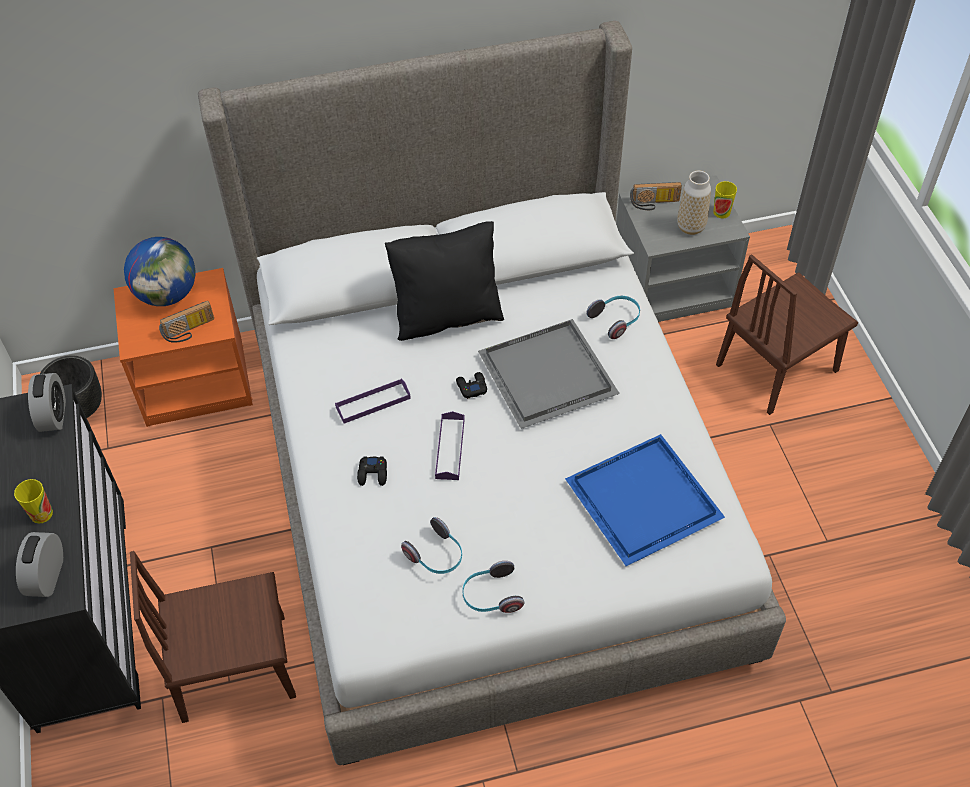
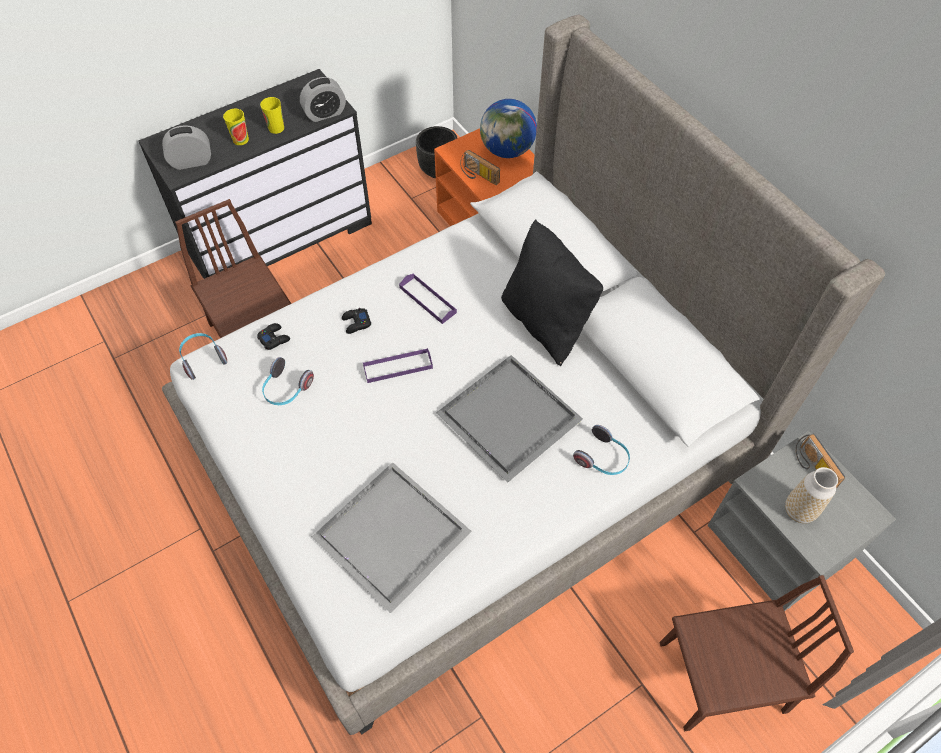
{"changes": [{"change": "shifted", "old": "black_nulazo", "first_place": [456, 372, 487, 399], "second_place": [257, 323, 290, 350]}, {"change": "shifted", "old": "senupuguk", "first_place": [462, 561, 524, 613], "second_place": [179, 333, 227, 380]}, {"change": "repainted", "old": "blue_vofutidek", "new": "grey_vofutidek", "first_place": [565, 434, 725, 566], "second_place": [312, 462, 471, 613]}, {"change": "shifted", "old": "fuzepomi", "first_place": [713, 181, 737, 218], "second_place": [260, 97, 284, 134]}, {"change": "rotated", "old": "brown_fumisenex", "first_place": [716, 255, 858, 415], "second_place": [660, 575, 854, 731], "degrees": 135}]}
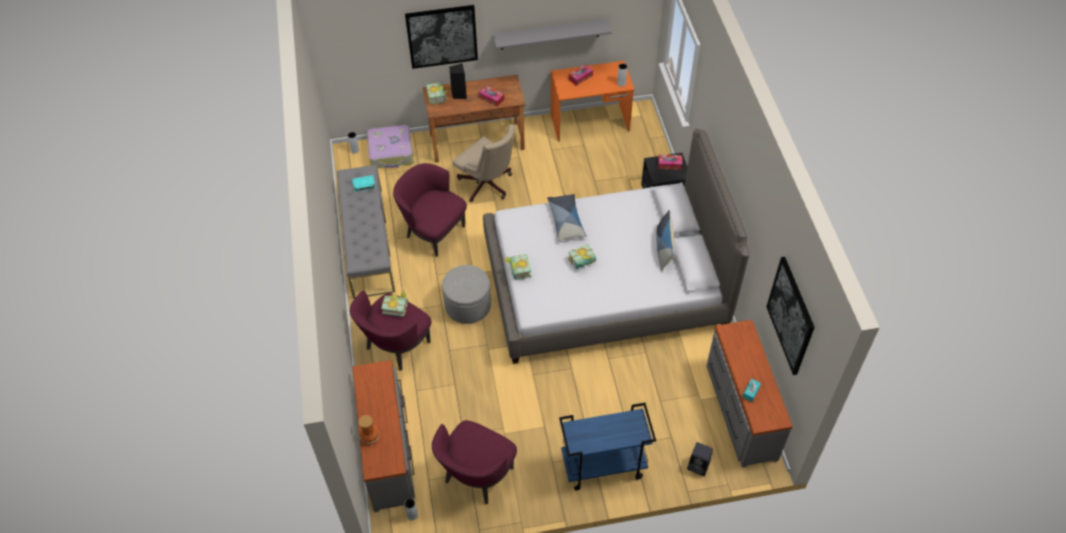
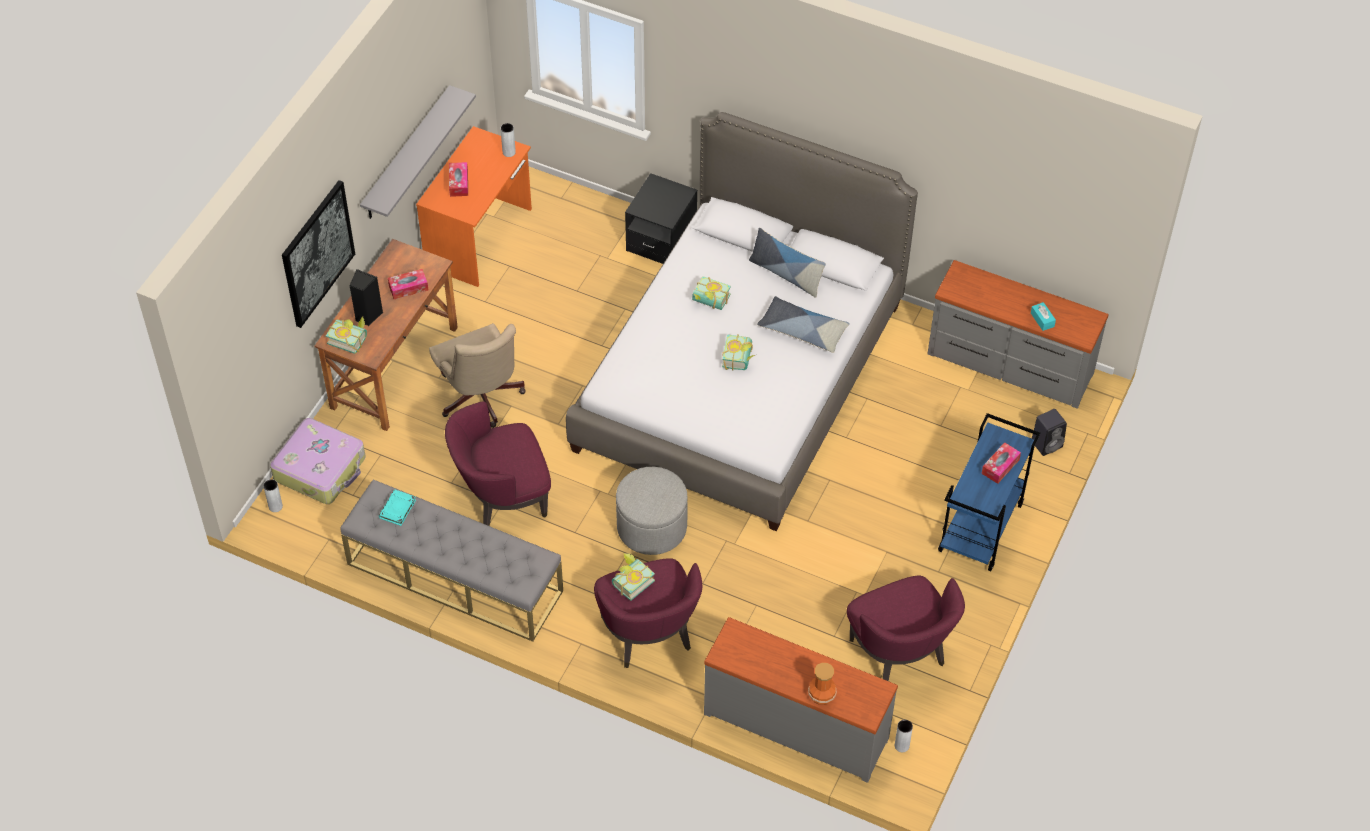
{"changes": [{"change": "rotated", "old": "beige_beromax", "first_place": [452, 124, 516, 202], "second_place": [429, 323, 526, 428], "degrees": 75}, {"change": "shifted", "old": "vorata", "first_place": [505, 254, 531, 280], "second_place": [692, 276, 731, 310]}, {"change": "shifted", "old": "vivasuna", "first_place": [547, 194, 587, 241], "second_place": [757, 296, 850, 353]}, {"change": "shifted", "old": "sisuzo", "first_place": [658, 155, 682, 170], "second_place": [982, 442, 1021, 484]}, {"change": "gone", "old": "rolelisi", "first_place": [766, 257, 815, 375]}]}
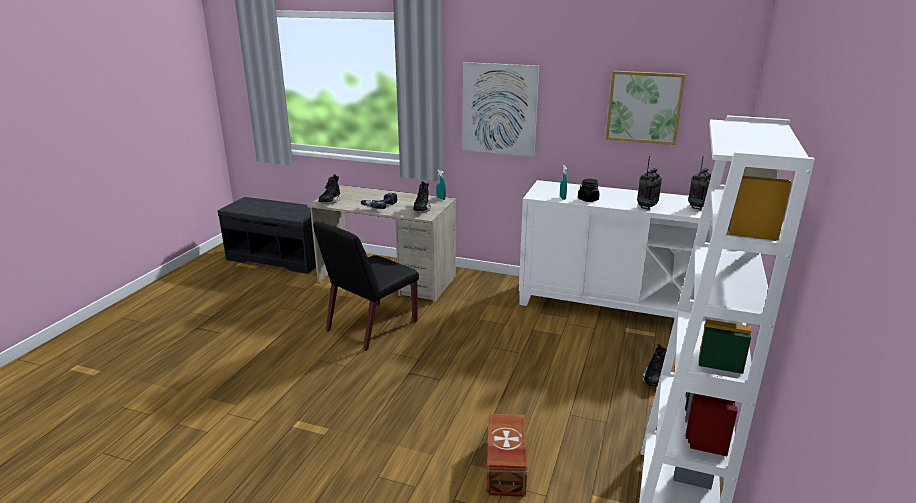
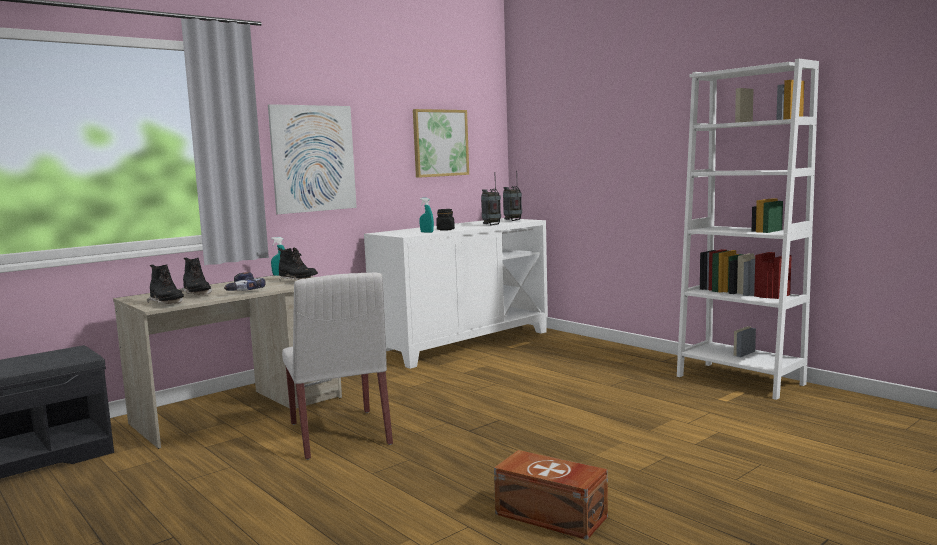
{"changes": [{"change": "repainted", "old": "black_fumisenex", "new": "white_fumisenex", "first_place": [313, 222, 419, 351], "second_place": [282, 272, 393, 460]}, {"change": "shifted", "old": "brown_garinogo", "first_place": [487, 414, 528, 497], "second_place": [494, 450, 608, 540]}, {"change": "shifted", "old": "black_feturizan", "first_place": [642, 344, 667, 387], "second_place": [179, 258, 212, 295]}]}
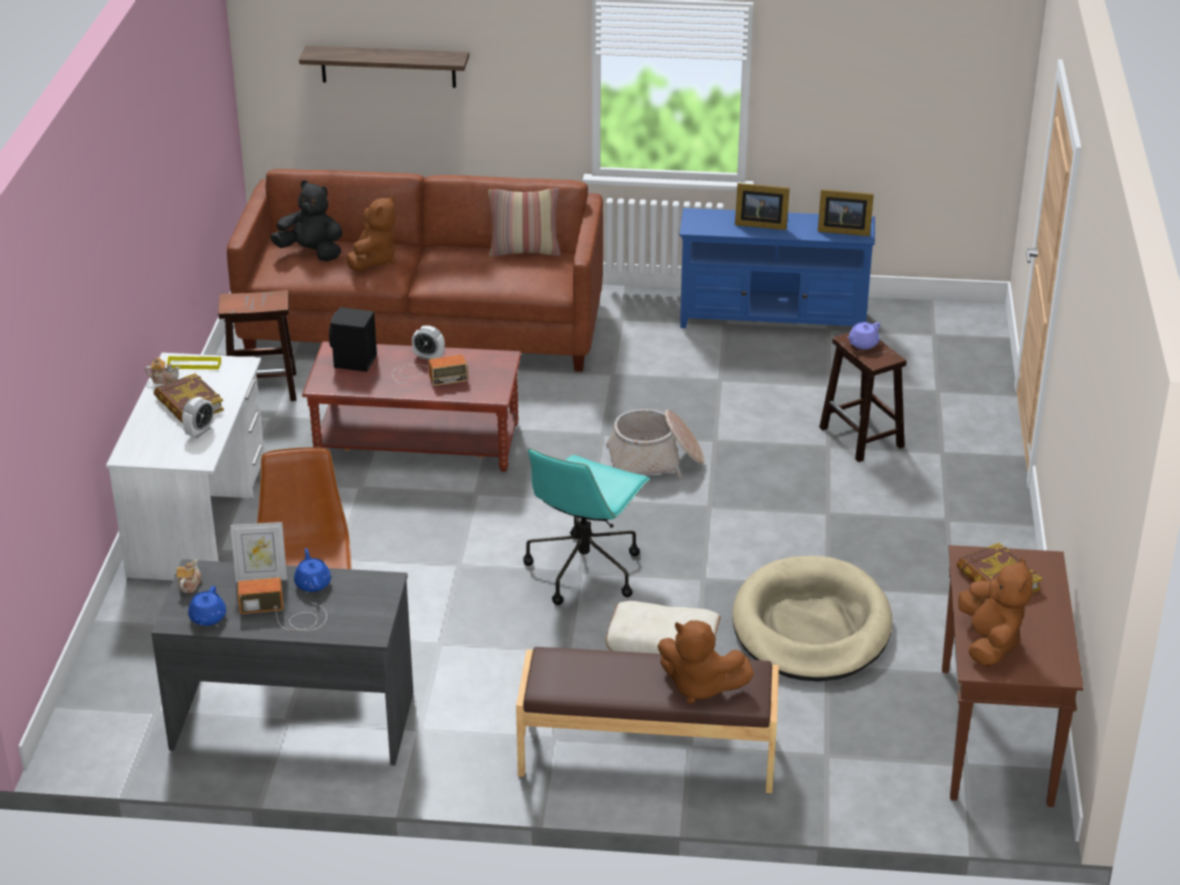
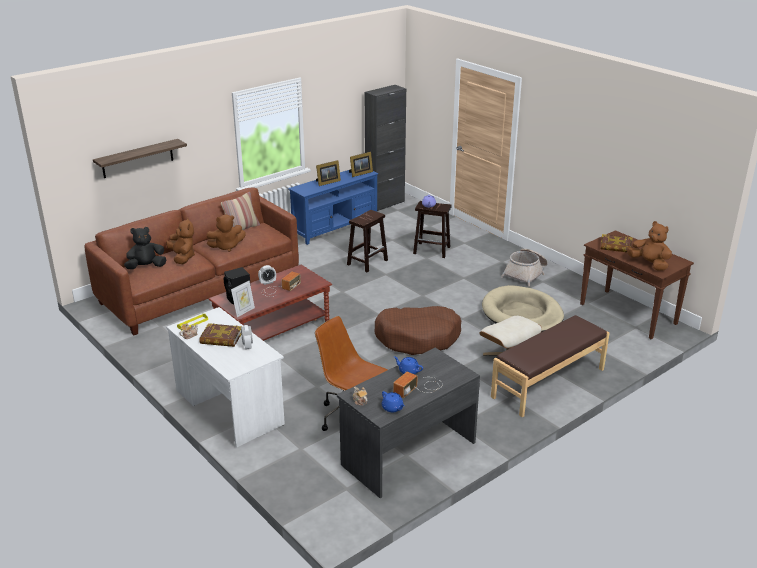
{"changes": [{"change": "shifted", "old": "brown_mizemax", "first_place": [218, 290, 296, 401], "second_place": [347, 210, 388, 272]}, {"change": "shifted", "old": "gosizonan", "first_place": [230, 522, 287, 582], "second_place": [231, 281, 255, 317]}, {"change": "swapped", "old": "turquoise_beromax", "new": "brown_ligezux", "first_place": [523, 448, 650, 605], "second_place": [375, 306, 461, 355]}, {"change": "shifted", "old": "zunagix", "first_place": [606, 409, 705, 478], "second_place": [501, 249, 548, 287]}, {"change": "shifted", "old": "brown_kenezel", "first_place": [658, 620, 754, 704], "second_place": [206, 214, 246, 252]}, {"change": "new", "new": "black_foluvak", "second_place": [365, 85, 406, 211]}]}
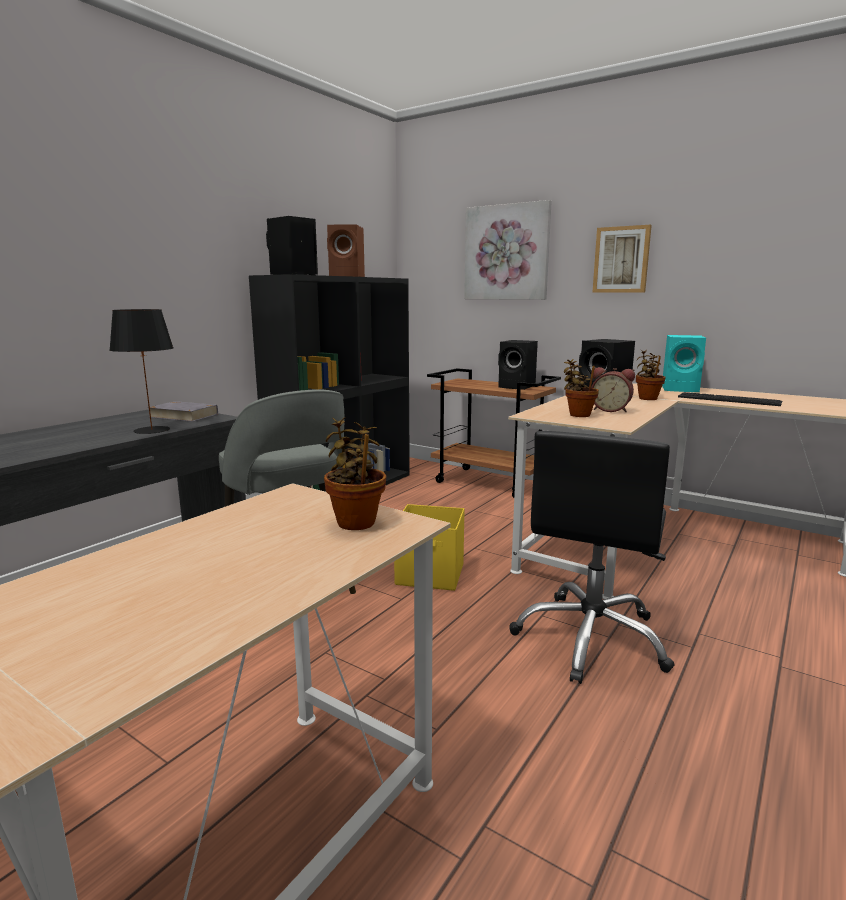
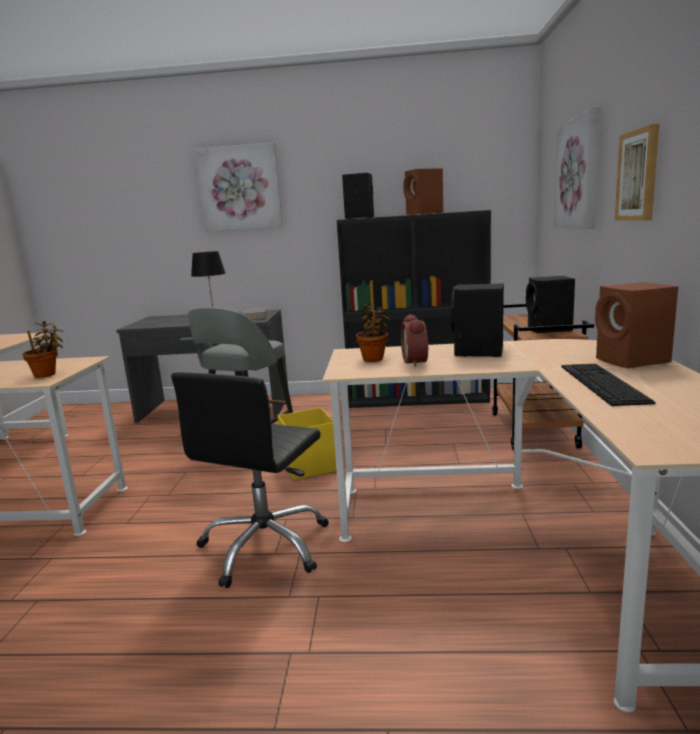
{"changes": [{"change": "rotated", "old": "black_beromax", "first_place": [510, 431, 675, 684], "second_place": [171, 372, 329, 588], "degrees": -60}, {"change": "gone", "old": "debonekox", "first_place": [636, 350, 666, 400]}, {"change": "repainted", "old": "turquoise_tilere", "new": "brown_tilere", "first_place": [662, 335, 706, 392], "second_place": [595, 282, 678, 368]}, {"change": "new", "new": "rolelisi", "second_place": [195, 142, 283, 232]}]}
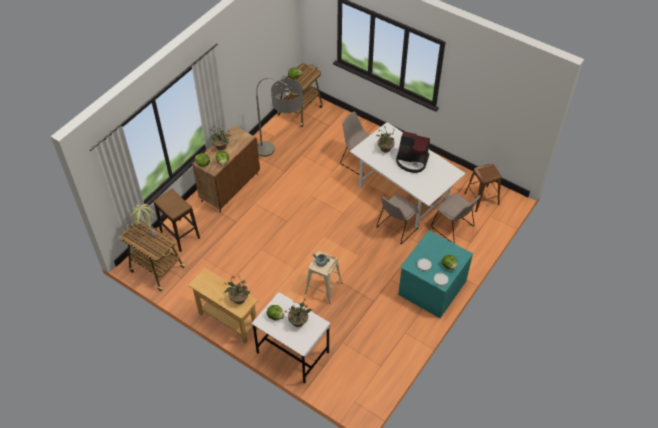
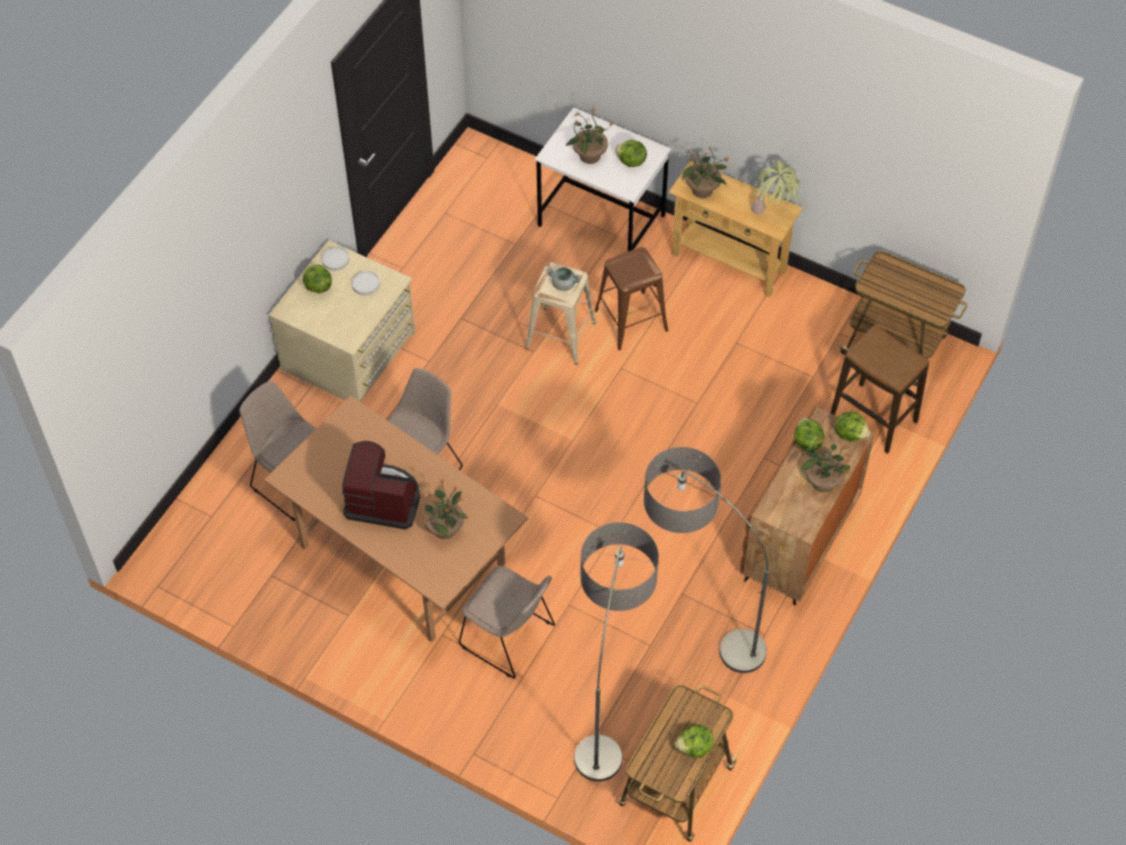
{"changes": [{"change": "shifted", "old": "debonekox", "first_place": [131, 204, 157, 237], "second_place": [751, 159, 800, 215]}, {"change": "repainted", "old": "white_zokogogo", "new": "brown_zokogogo", "first_place": [350, 122, 466, 228], "second_place": [264, 396, 528, 642]}, {"change": "repainted", "old": "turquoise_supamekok", "new": "beige_supamekok", "first_place": [398, 231, 473, 318], "second_place": [269, 240, 415, 402]}, {"change": "shifted", "old": "brown_mizemax", "first_place": [464, 163, 502, 212], "second_place": [595, 247, 668, 350]}, {"change": "new", "new": "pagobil", "second_place": [574, 522, 659, 781]}]}
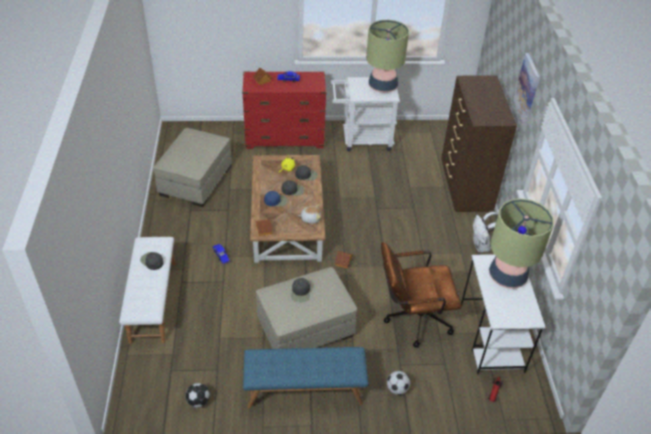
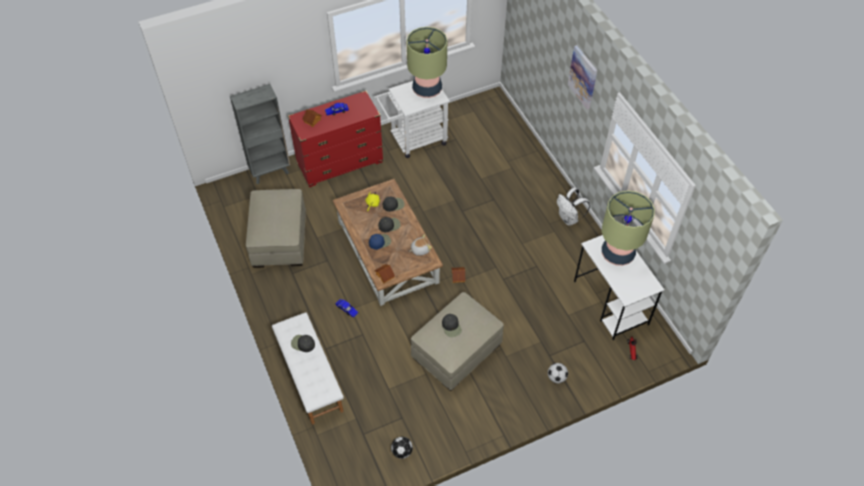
{"changes": [{"change": "gone", "old": "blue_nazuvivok", "first_place": [243, 347, 368, 409]}, {"change": "gone", "old": "brown_beromax", "first_place": [381, 242, 462, 348]}, {"change": "gone", "old": "brown_supamekok", "first_place": [441, 76, 517, 212]}, {"change": "new", "new": "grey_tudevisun", "second_place": [230, 84, 290, 184]}]}
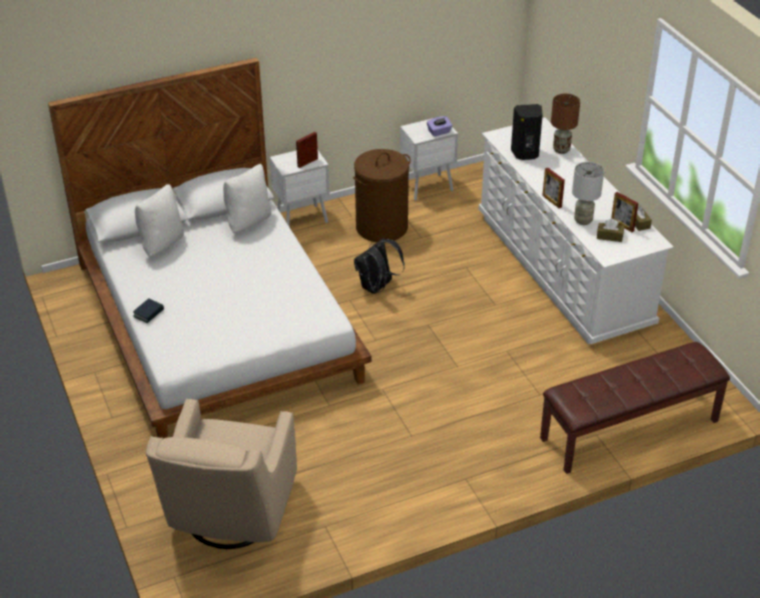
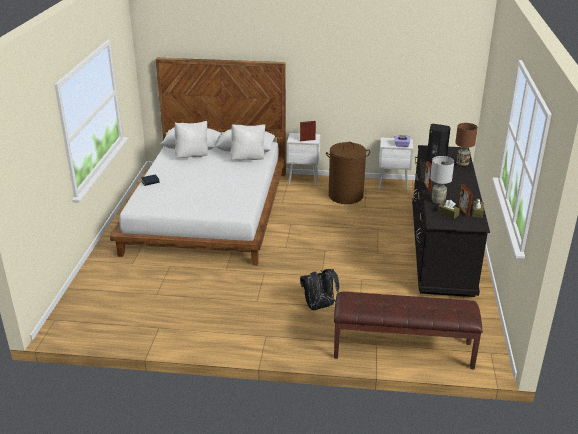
{"changes": [{"change": "gone", "old": "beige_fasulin", "first_place": [146, 398, 297, 549]}, {"change": "shifted", "old": "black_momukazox", "first_place": [354, 238, 405, 294], "second_place": [300, 269, 339, 310]}, {"change": "repainted", "old": "white_supamekok", "new": "black_supamekok", "first_place": [478, 118, 674, 345], "second_place": [412, 145, 490, 297]}]}
